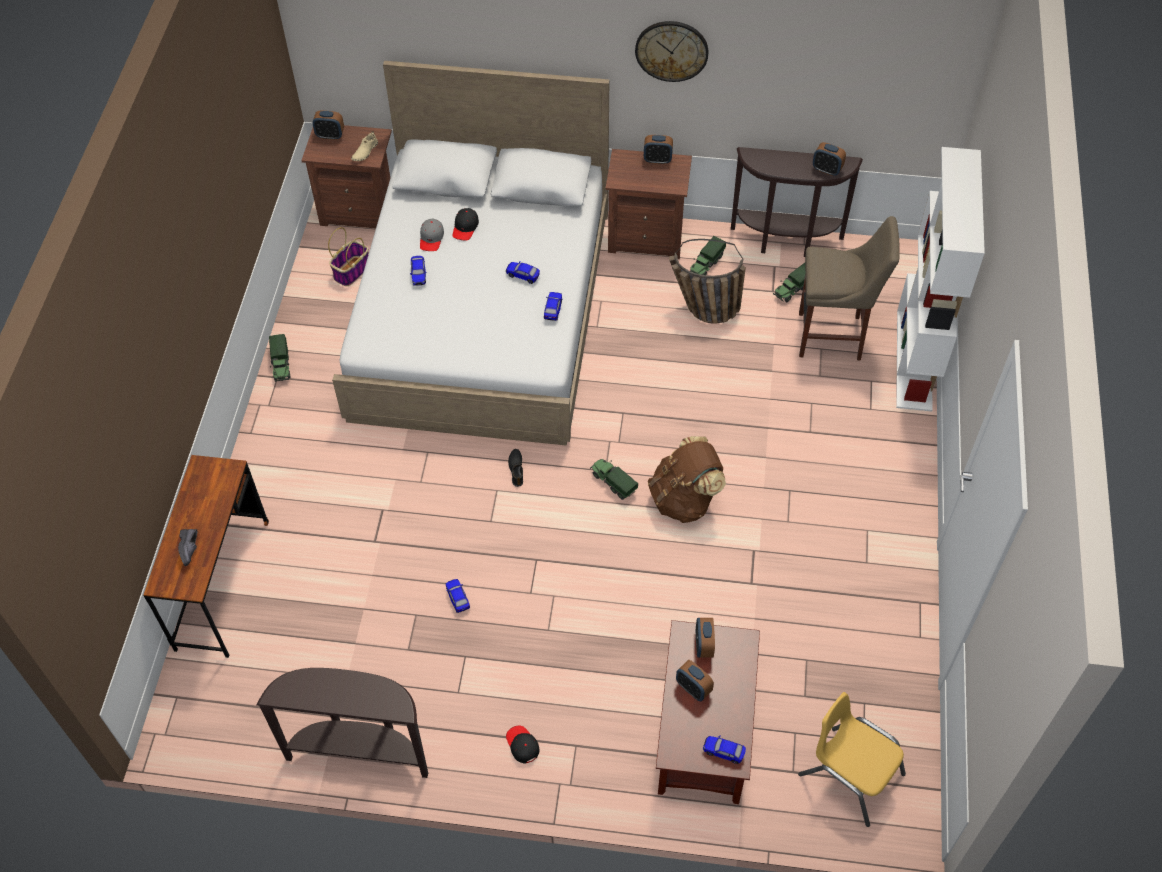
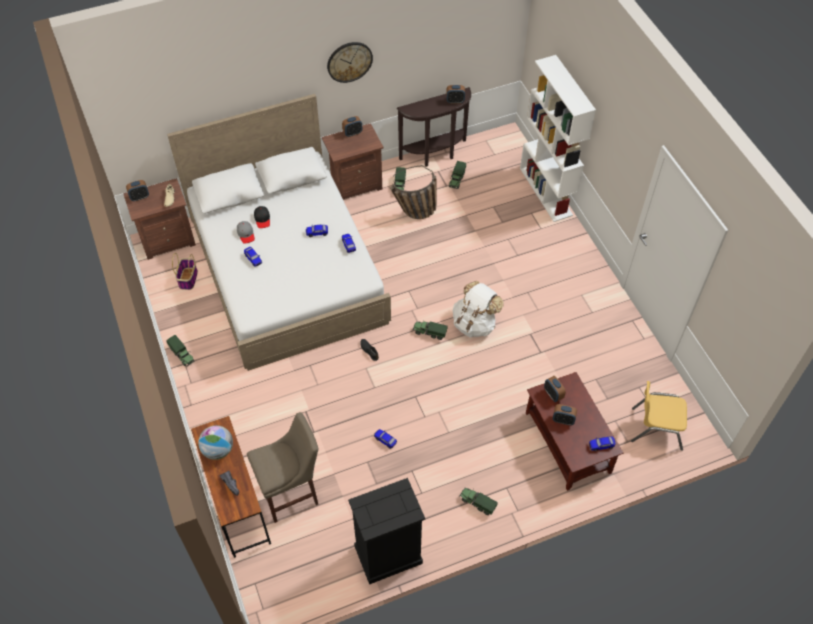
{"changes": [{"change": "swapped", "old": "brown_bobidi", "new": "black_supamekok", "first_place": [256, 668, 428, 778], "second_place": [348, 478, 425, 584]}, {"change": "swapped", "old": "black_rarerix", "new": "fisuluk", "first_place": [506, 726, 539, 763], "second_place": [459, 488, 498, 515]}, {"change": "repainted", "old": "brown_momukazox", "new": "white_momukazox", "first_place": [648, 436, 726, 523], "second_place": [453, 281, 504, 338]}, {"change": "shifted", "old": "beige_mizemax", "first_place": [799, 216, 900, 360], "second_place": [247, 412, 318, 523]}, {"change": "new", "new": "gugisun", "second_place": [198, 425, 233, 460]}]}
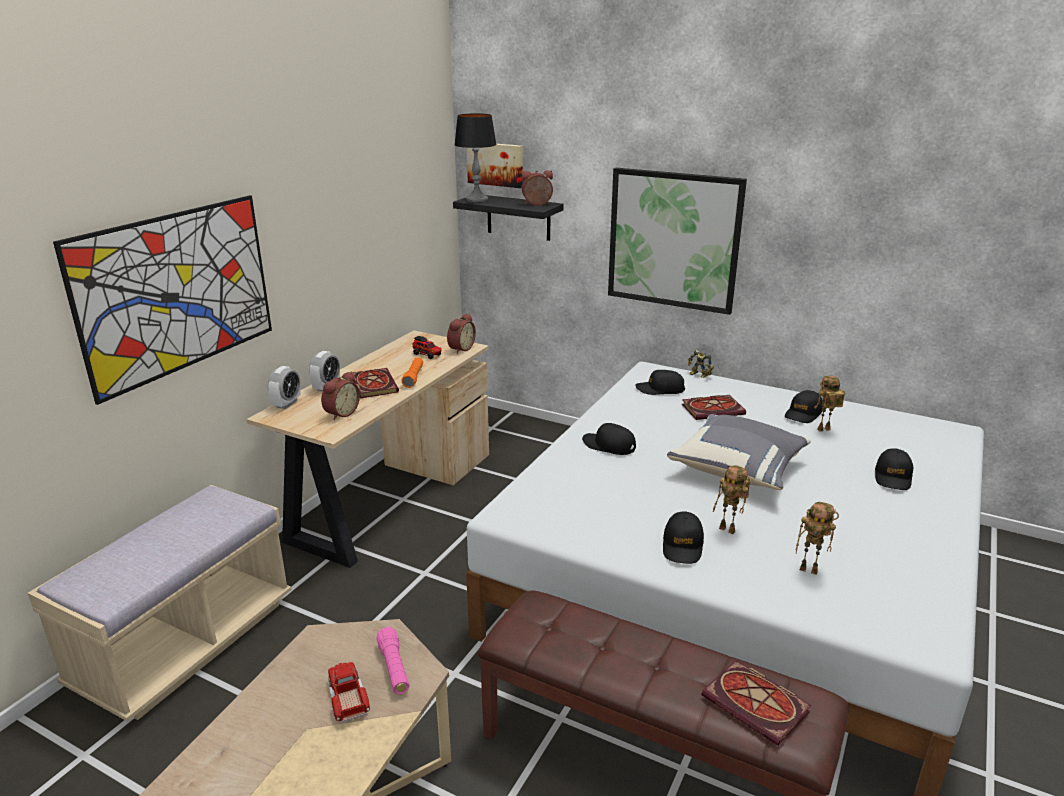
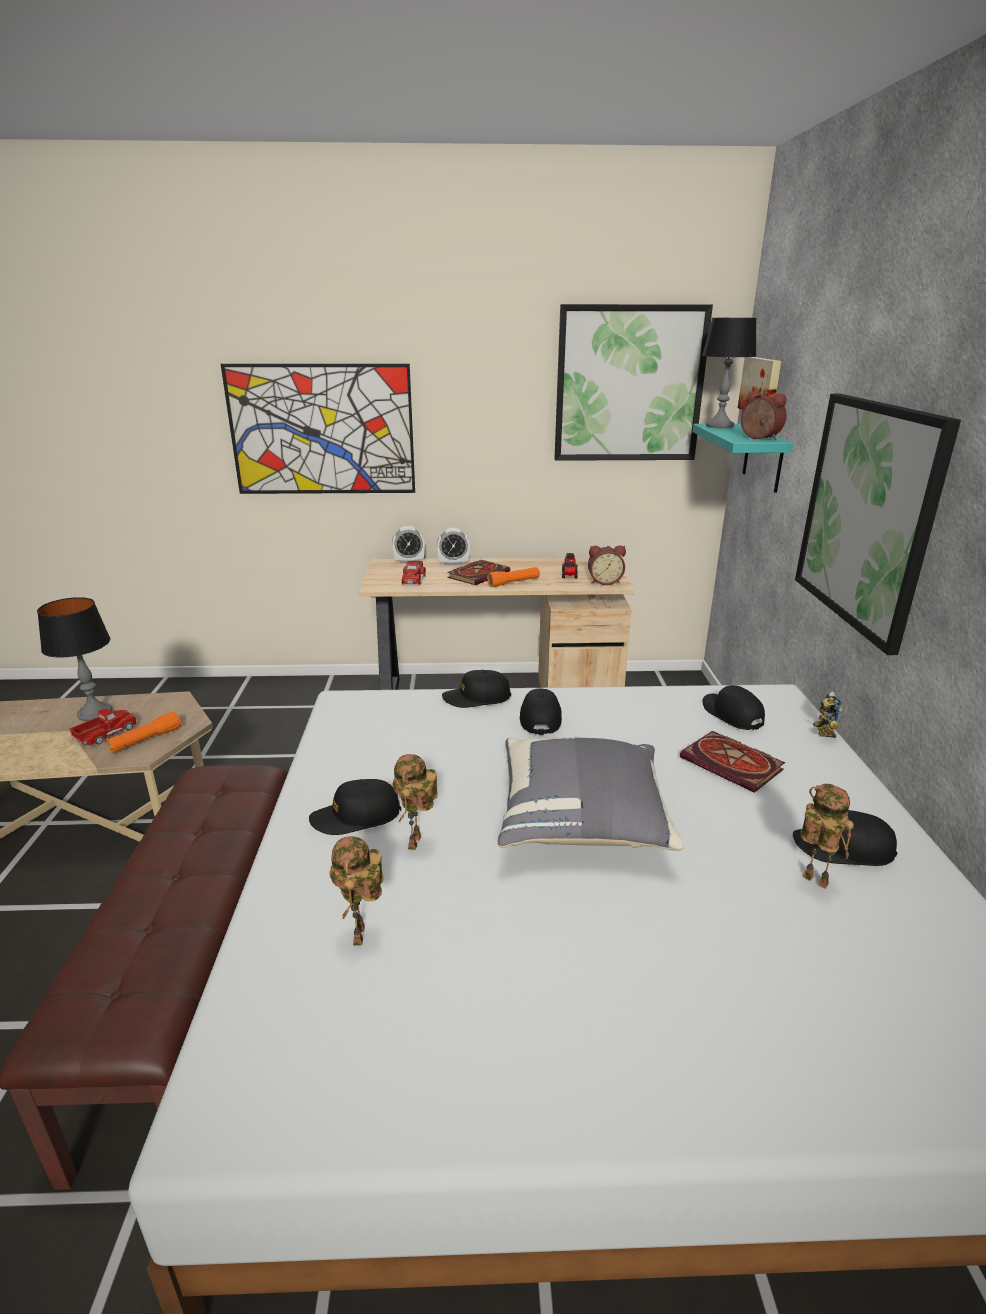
{"changes": [{"change": "gone", "old": "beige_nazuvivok", "first_place": [28, 485, 292, 722]}, {"change": "swapped", "old": "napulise", "new": "fisuluk", "first_place": [321, 372, 360, 420], "second_place": [402, 561, 426, 585]}, {"change": "repainted", "old": "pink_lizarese", "new": "orange_lizarese", "first_place": [376, 627, 409, 694], "second_place": [106, 712, 181, 753]}, {"change": "repainted", "old": "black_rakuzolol", "new": "turquoise_rakuzolol", "first_place": [453, 195, 564, 241], "second_place": [693, 424, 794, 493]}, {"change": "gone", "old": "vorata", "first_place": [702, 660, 811, 746]}, {"change": "shifted", "old": "black_rarerix", "first_place": [875, 448, 913, 490], "second_place": [442, 670, 511, 708]}, {"change": "new", "new": "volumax", "second_place": [37, 597, 112, 721]}, {"change": "new", "new": "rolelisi", "second_place": [554, 304, 713, 461]}]}
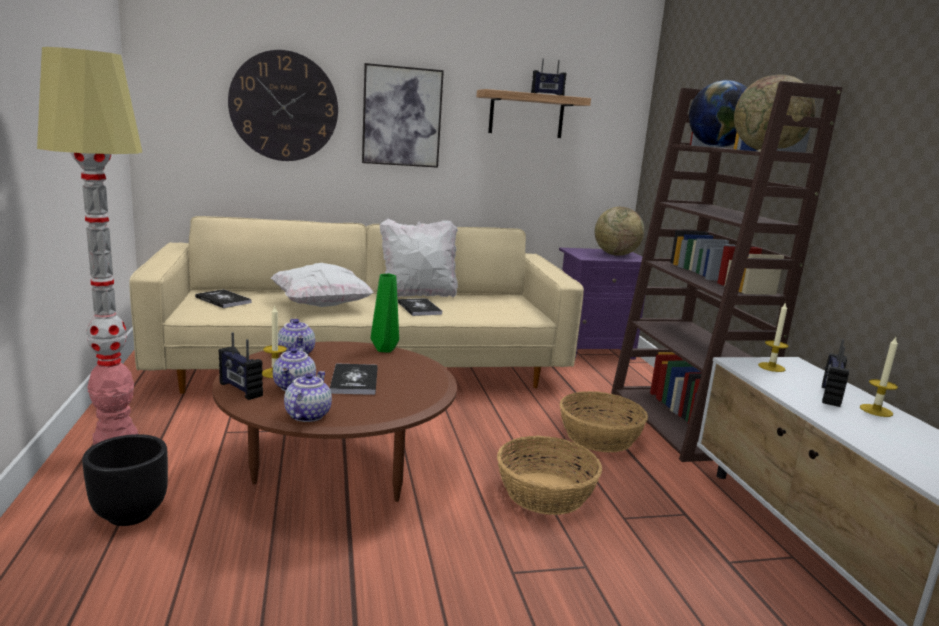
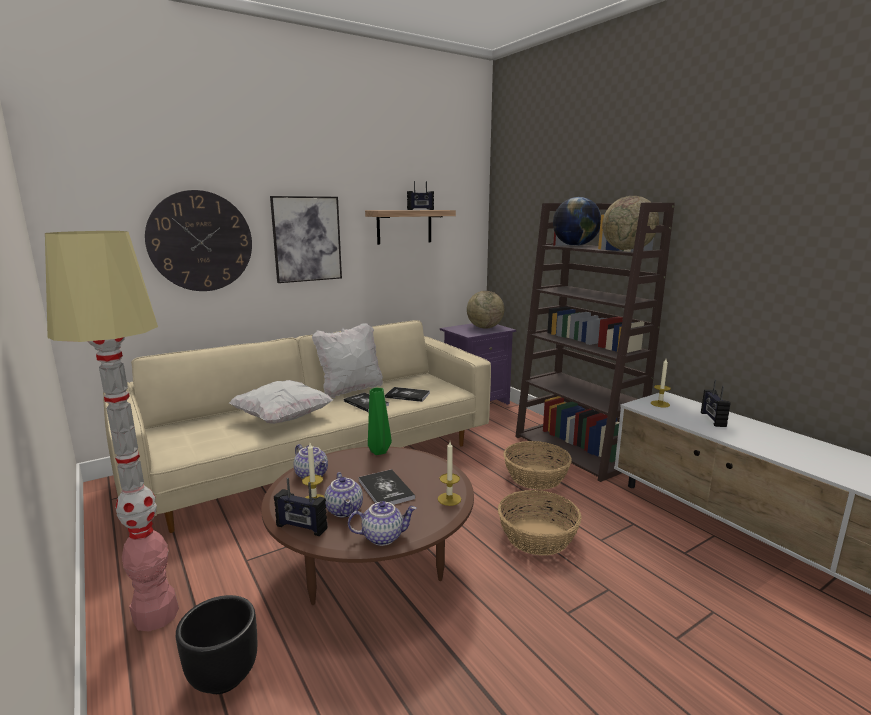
{"changes": [{"change": "shifted", "old": "vorata", "first_place": [195, 289, 252, 308], "second_place": [385, 387, 430, 402]}, {"change": "rotated", "old": "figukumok", "first_place": [284, 371, 332, 422], "second_place": [348, 501, 417, 546], "degrees": 90}, {"change": "shifted", "old": "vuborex", "first_place": [860, 337, 898, 417], "second_place": [438, 442, 461, 506]}]}
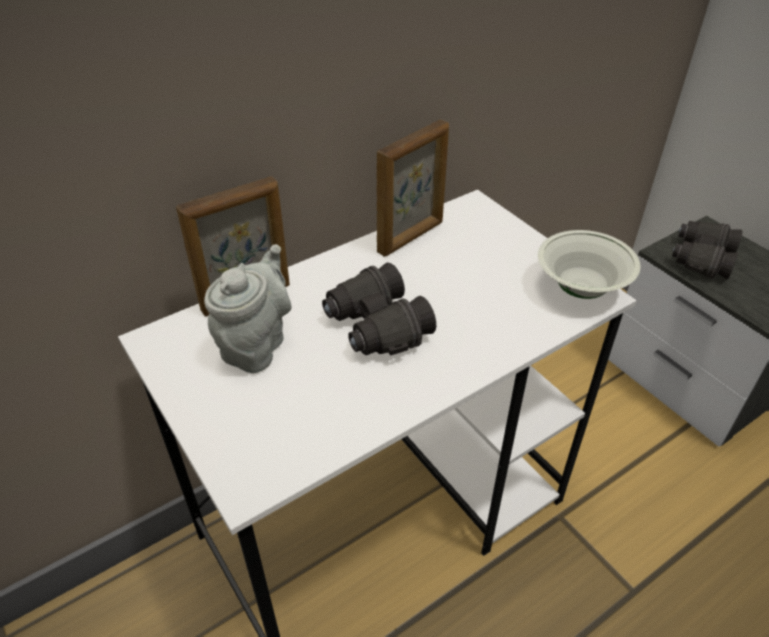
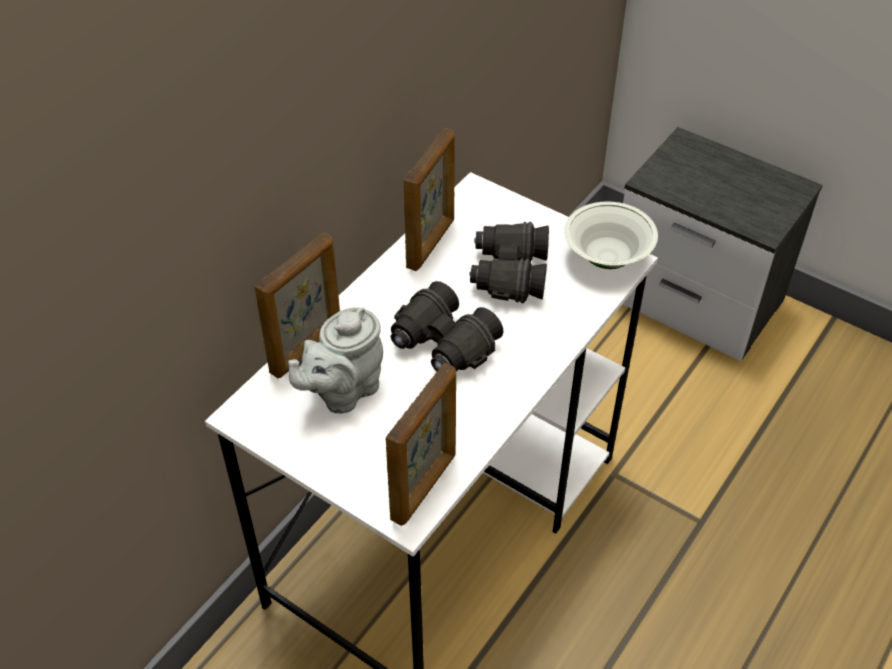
{"changes": [{"change": "rotated", "old": "grey_figukumok", "first_place": [204, 244, 291, 373], "second_place": [288, 307, 383, 414], "degrees": -135}, {"change": "shifted", "old": "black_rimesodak", "first_place": [672, 221, 742, 279], "second_place": [469, 222, 549, 303]}, {"change": "new", "new": "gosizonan", "second_place": [386, 363, 456, 526]}]}
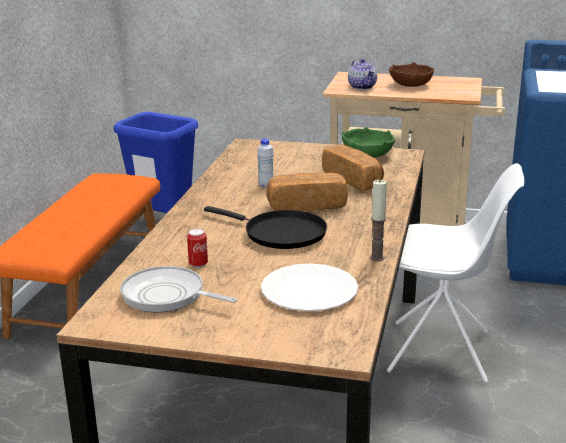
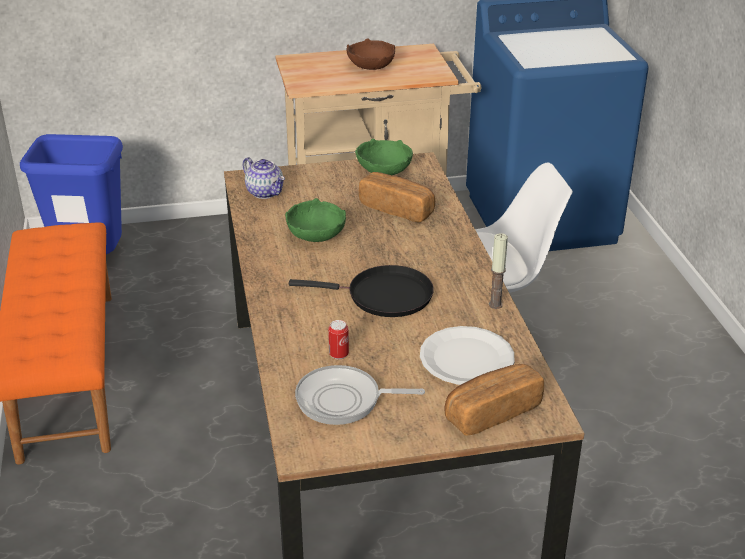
{"changes": [{"change": "swapped", "old": "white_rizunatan", "new": "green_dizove", "first_place": [257, 139, 274, 188], "second_place": [285, 198, 346, 242]}, {"change": "shifted", "old": "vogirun", "first_place": [266, 173, 348, 211], "second_place": [444, 364, 544, 436]}, {"change": "shifted", "old": "figukumok", "first_place": [348, 59, 377, 90], "second_place": [243, 157, 285, 199]}]}
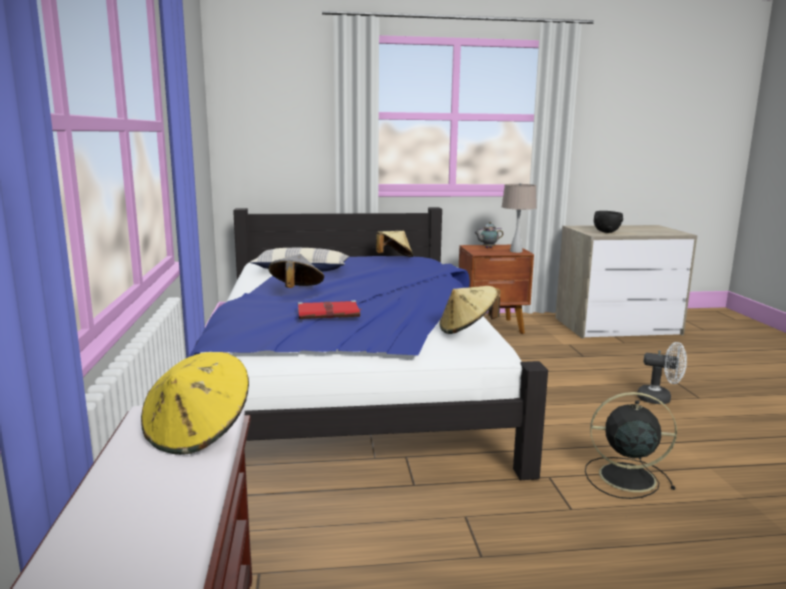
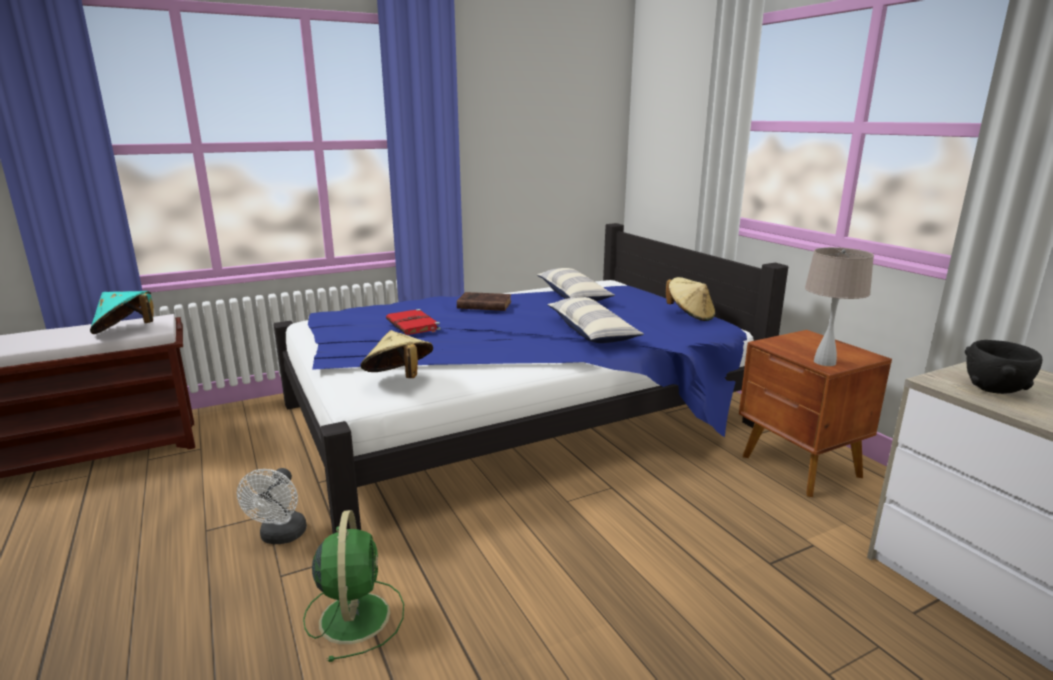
{"changes": [{"change": "repainted", "old": "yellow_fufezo", "new": "turquoise_fufezo", "first_place": [141, 352, 249, 455], "second_place": [90, 291, 153, 334]}, {"change": "swapped", "old": "grey_fufezo", "new": "brown_vorata", "first_place": [268, 254, 324, 288], "second_place": [457, 292, 511, 311]}, {"change": "gone", "old": "figukumok", "first_place": [474, 222, 503, 248]}, {"change": "repainted", "old": "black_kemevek", "new": "green_kemevek", "first_place": [585, 392, 677, 499], "second_place": [303, 510, 404, 662]}, {"change": "shifted", "old": "white_kemevek", "first_place": [637, 342, 687, 404], "second_place": [237, 468, 307, 544]}, {"change": "new", "new": "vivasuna", "second_place": [547, 297, 644, 343]}]}
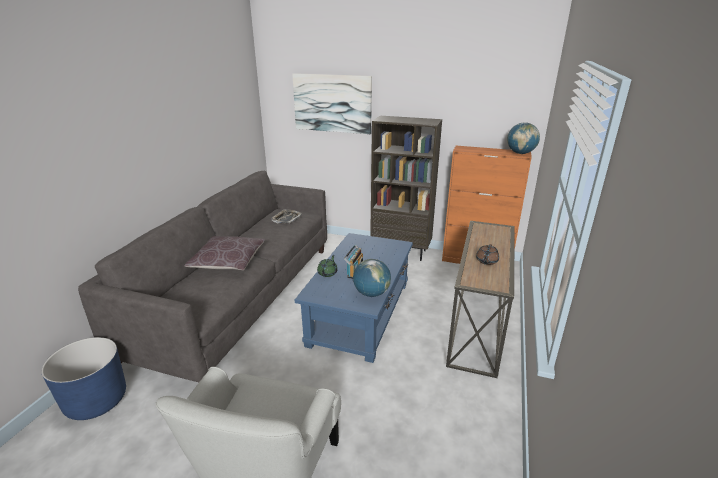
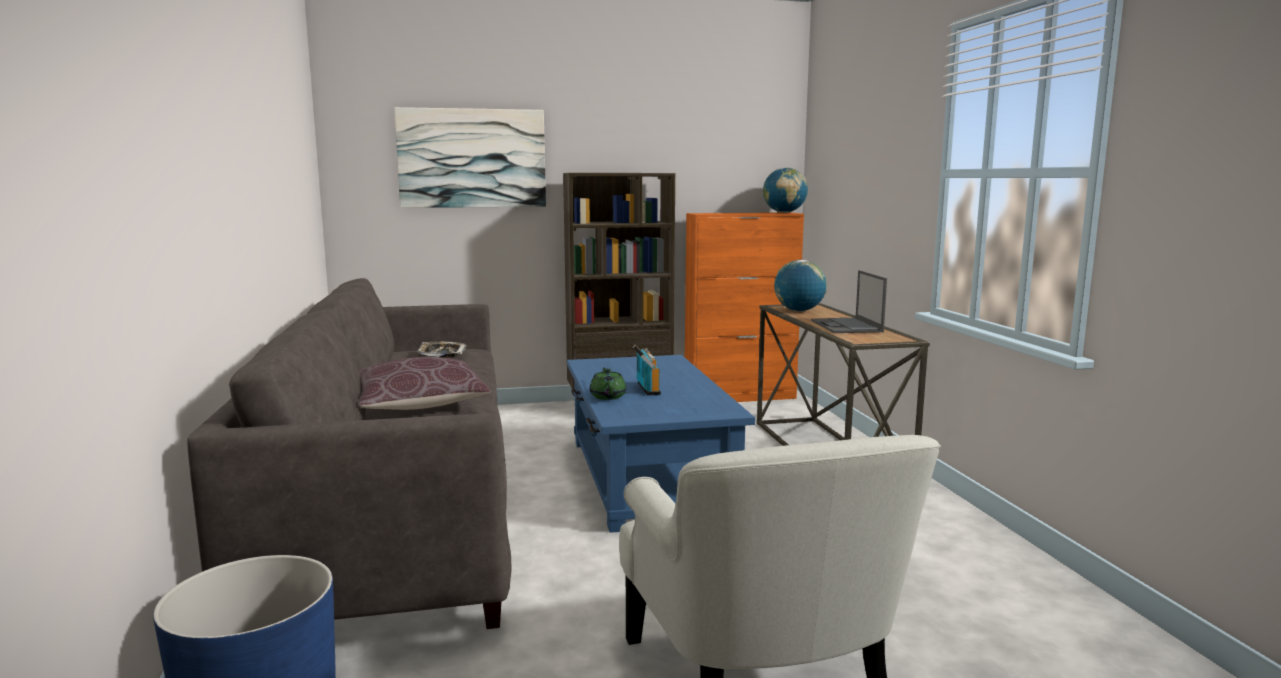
{"changes": [{"change": "shifted", "old": "gugisun", "first_place": [353, 259, 391, 297], "second_place": [774, 260, 827, 311]}, {"change": "swapped", "old": "brown_figukumok", "new": "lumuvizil", "first_place": [476, 244, 499, 265], "second_place": [811, 270, 887, 333]}]}
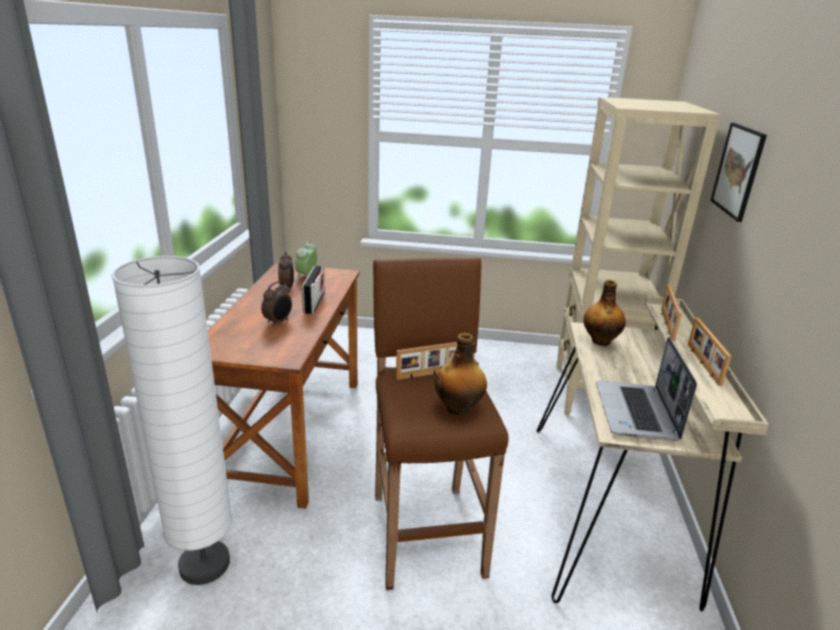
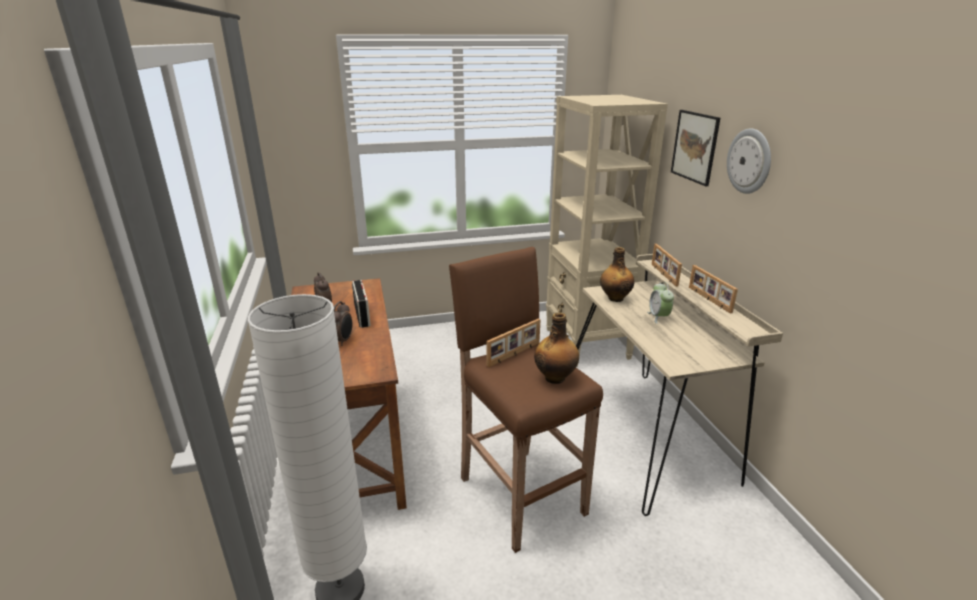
{"changes": [{"change": "shifted", "old": "napulise", "first_place": [295, 241, 317, 280], "second_place": [647, 282, 674, 324]}, {"change": "gone", "old": "lumuvizil", "first_place": [596, 337, 697, 441]}, {"change": "new", "new": "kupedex", "second_place": [727, 128, 771, 194]}]}
